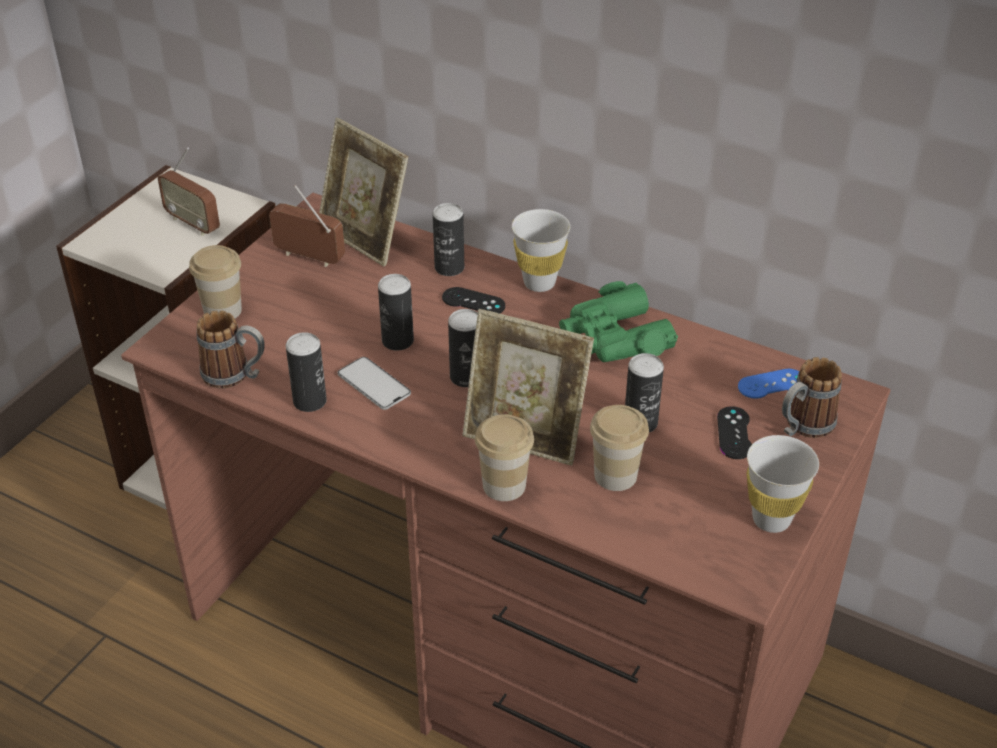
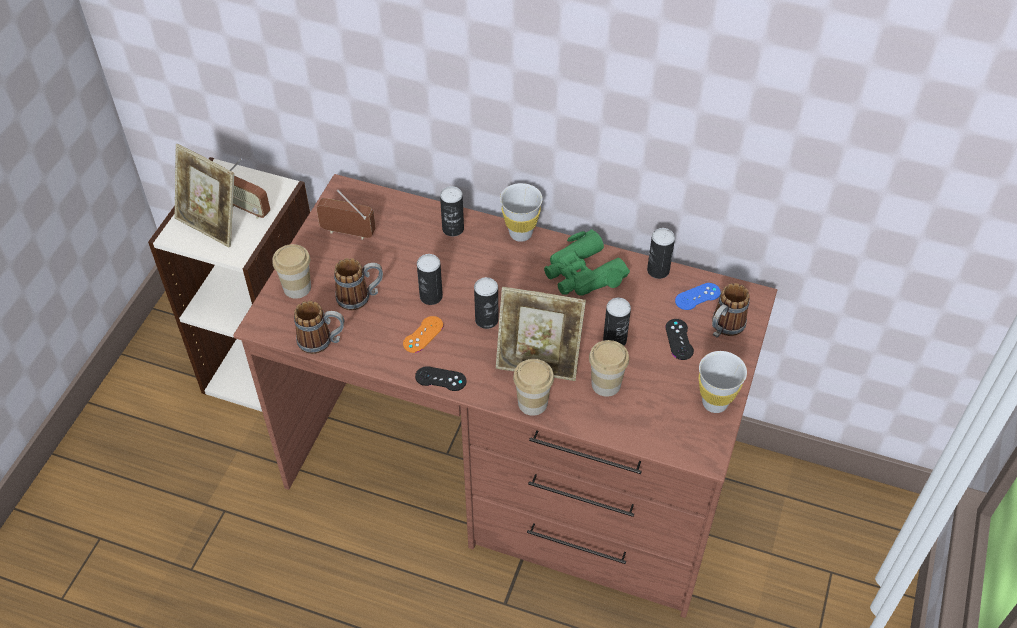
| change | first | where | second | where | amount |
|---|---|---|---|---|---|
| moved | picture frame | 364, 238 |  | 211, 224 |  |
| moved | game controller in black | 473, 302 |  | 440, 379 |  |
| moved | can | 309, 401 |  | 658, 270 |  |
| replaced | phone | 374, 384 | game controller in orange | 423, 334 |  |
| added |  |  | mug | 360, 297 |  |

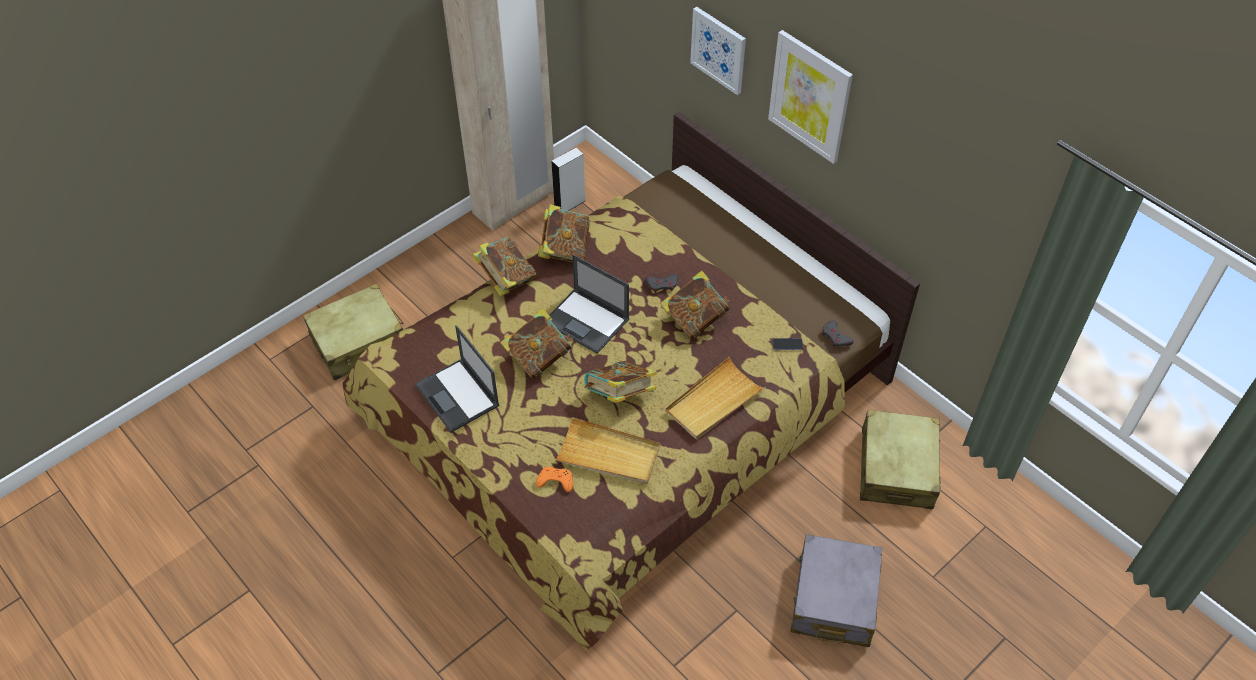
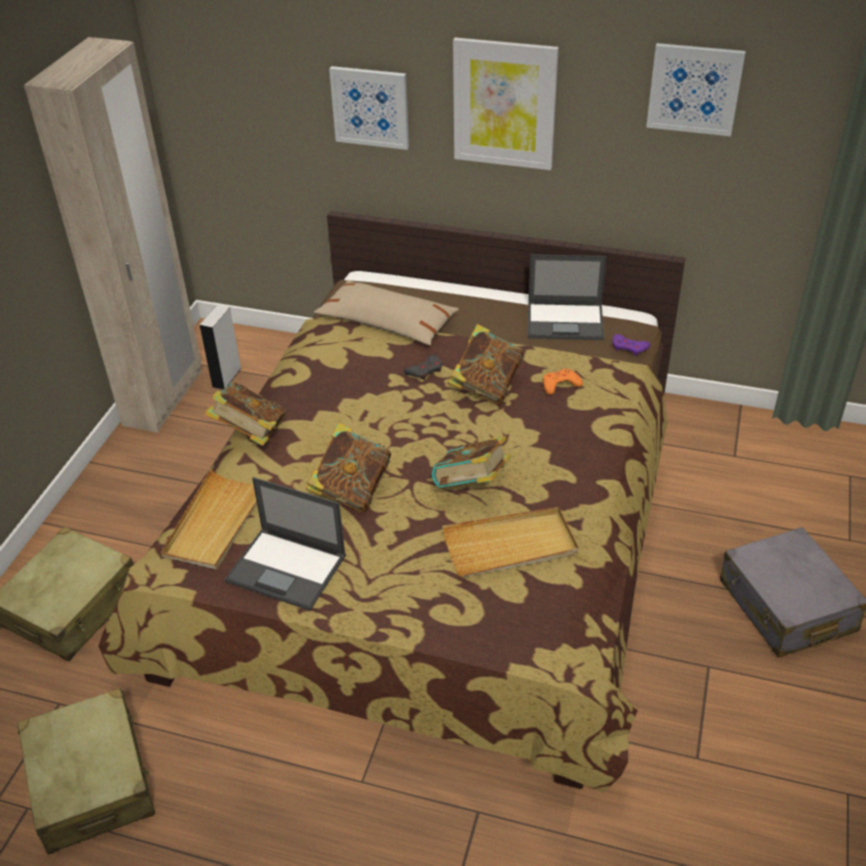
| change | first | where | second | where | amount |
|---|---|---|---|---|---|
| removed | book | 564, 249 |  |  |  |
| moved | laptop | 587, 321 |  | 566, 321 |  |
| recoloured | game controller in grey | 836, 337 | game controller in purple | 629, 348 |  |
| removed | phone | 787, 344 |  |  |  |
| moved | tray in beige | 713, 401 |  | 216, 522 |  |
| moved | suitcase in beige | 896, 468 |  | 92, 781 |  |
| moved | game controller in orange | 555, 481 |  | 560, 384 |  |
| added |  |  | picture | 694, 89 |  |
| added |  |  | pillow in beige | 387, 323 |  |

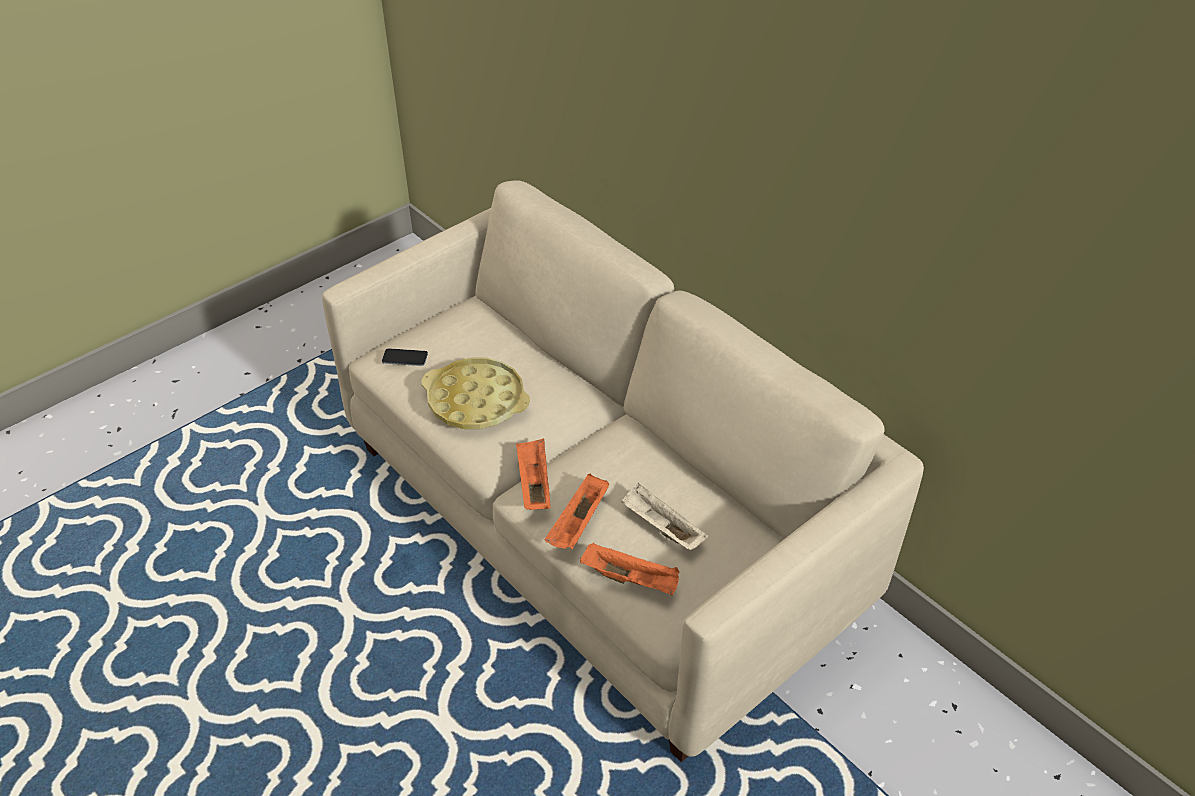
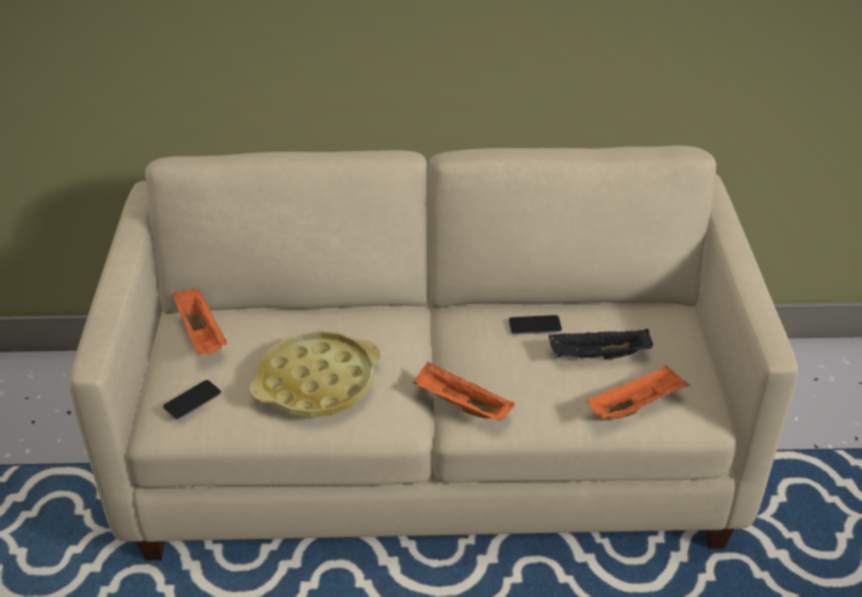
| change | first | where | second | where | amount |
|---|---|---|---|---|---|
| moved | tray in orange | 578, 524 |  | 202, 334 |  |
| recoloured | tray in beige | 661, 528 | tray in black | 598, 356 |  |
| added |  |  | phone | 535, 325 |  |

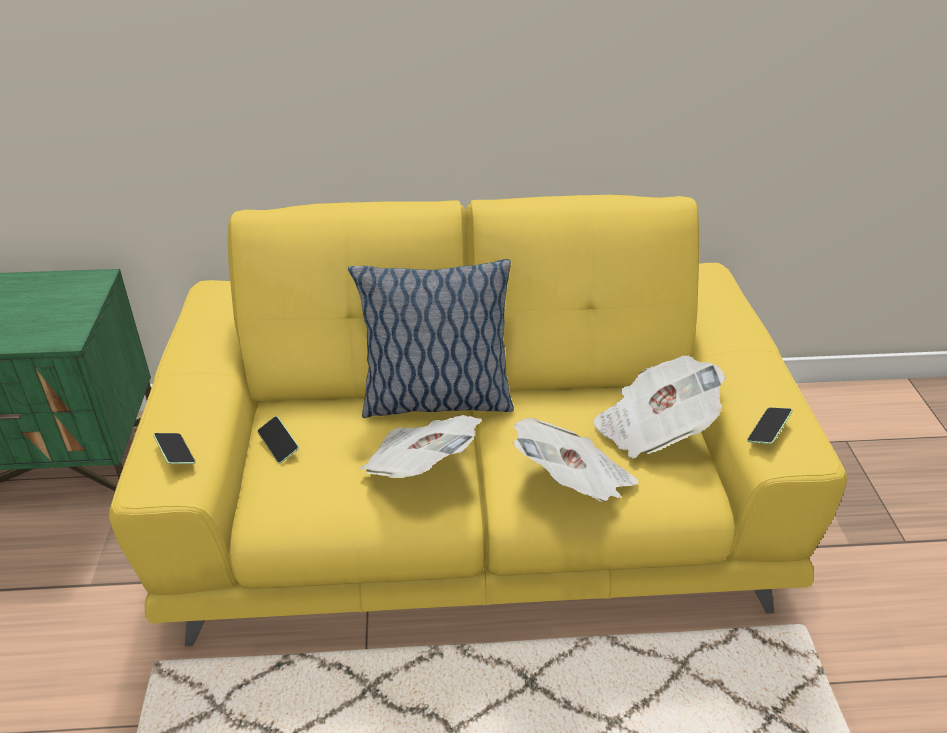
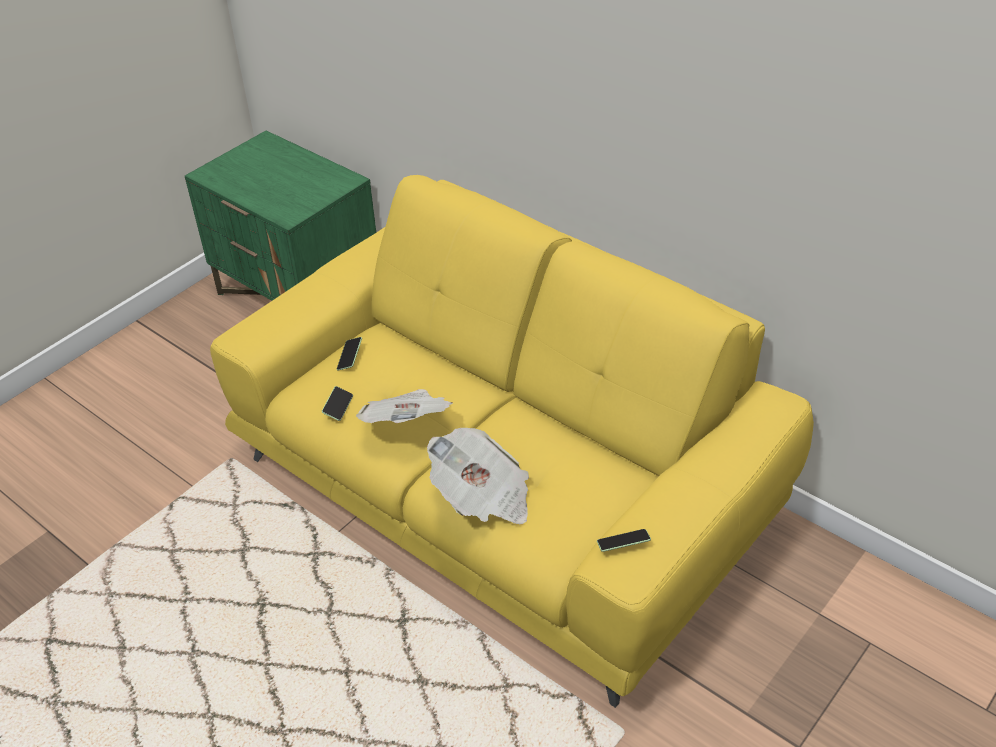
| change | first | where | second | where | amount |
|---|---|---|---|---|---|
| removed | pillow | 435, 400 |  |  |  |
| removed | newspaper | 653, 429 |  |  |  |
| moved | phone | 175, 454 |  | 338, 408 |  |

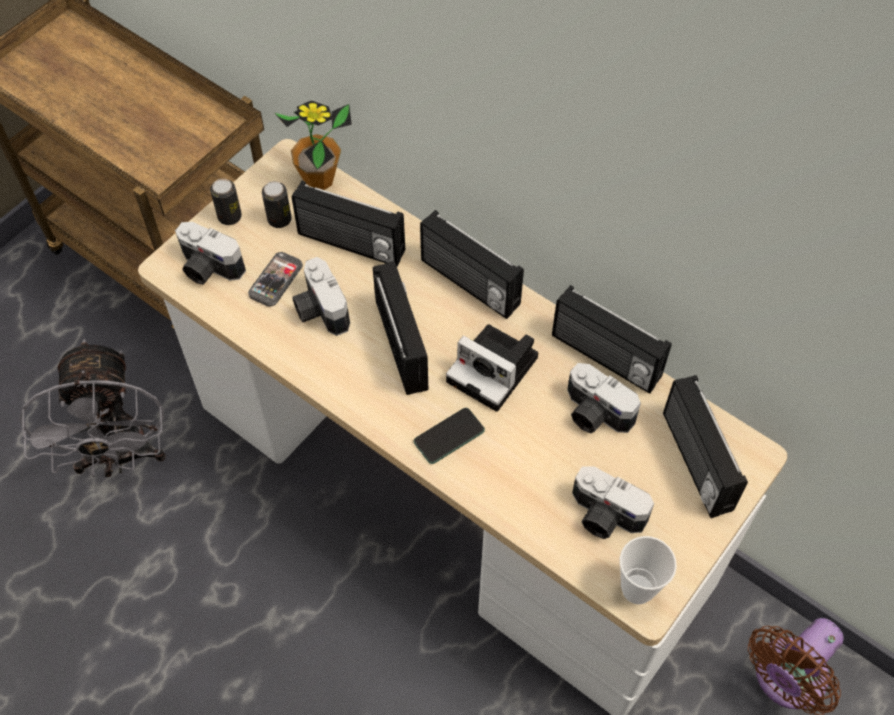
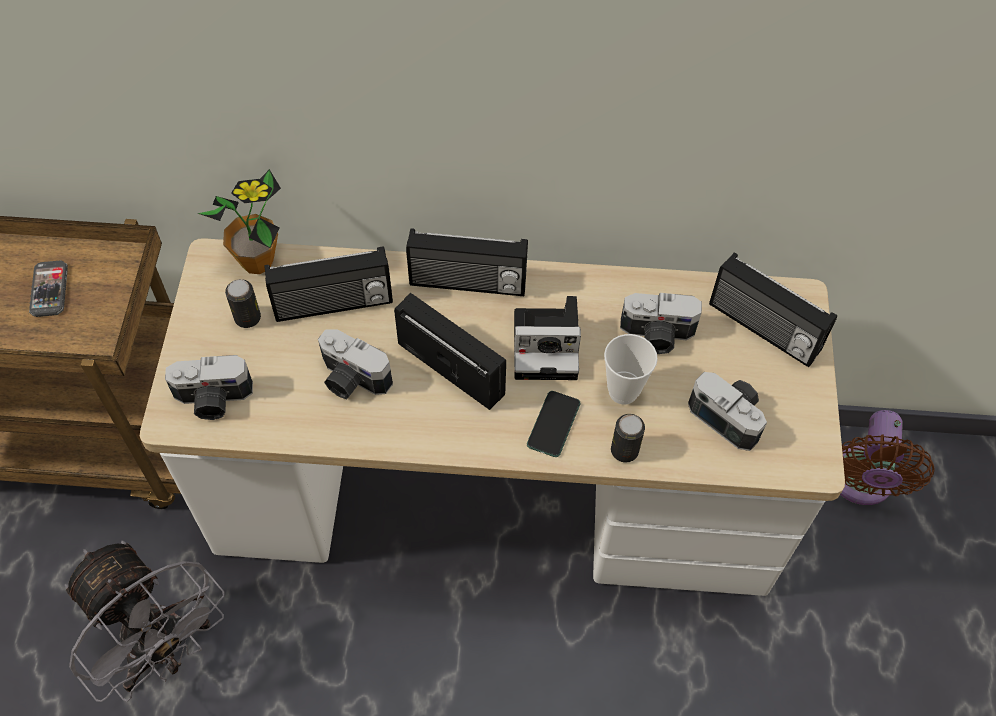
| change | first | where | second | where | amount |
|---|---|---|---|---|---|
| moved | can | 229, 216 |  | 624, 450 |  |
| moved | phone | 276, 280 |  | 49, 290 |  |
| removed | radio | 604, 358 |  |  |  |
| turned | photo camera | 604, 516 |  | 729, 415 | 135 degrees counterclockwise |
| moved | cup | 637, 589 |  | 623, 391 |  |

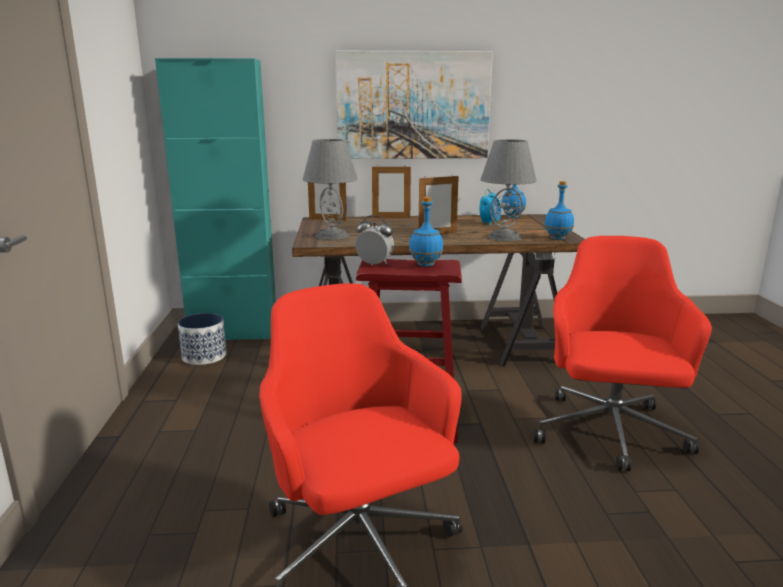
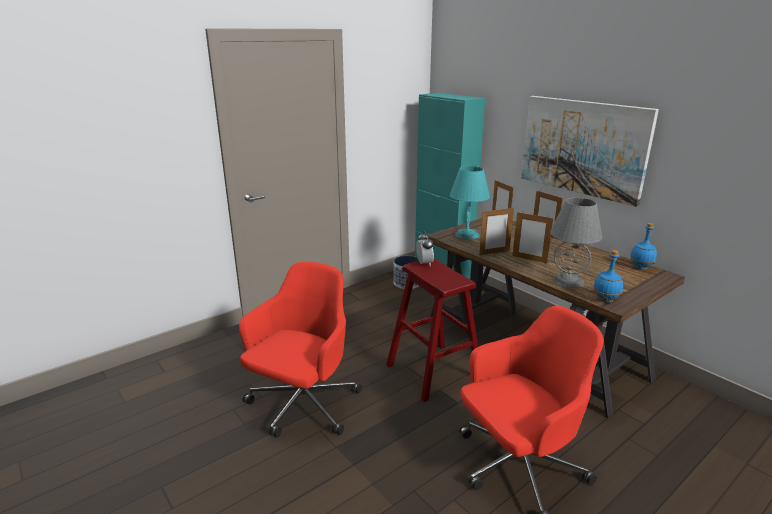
| change | first | where | second | where | amount |
|---|---|---|---|---|---|
| recoloured | table lamp in grey | 331, 235 | table lamp in turquoise | 466, 234 |  |
| removed | alarm clock | 489, 223 |  |  |  |
| removed | bottle in blue | 425, 265 |  |  |  |
| added |  |  | picture frame | 494, 252 |  |

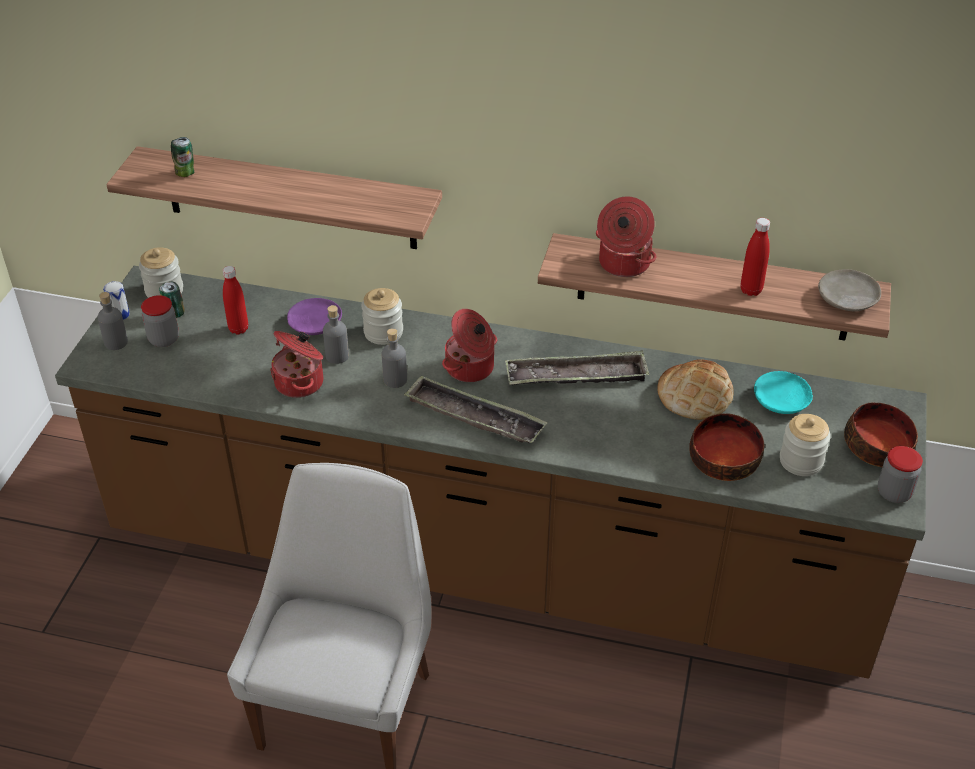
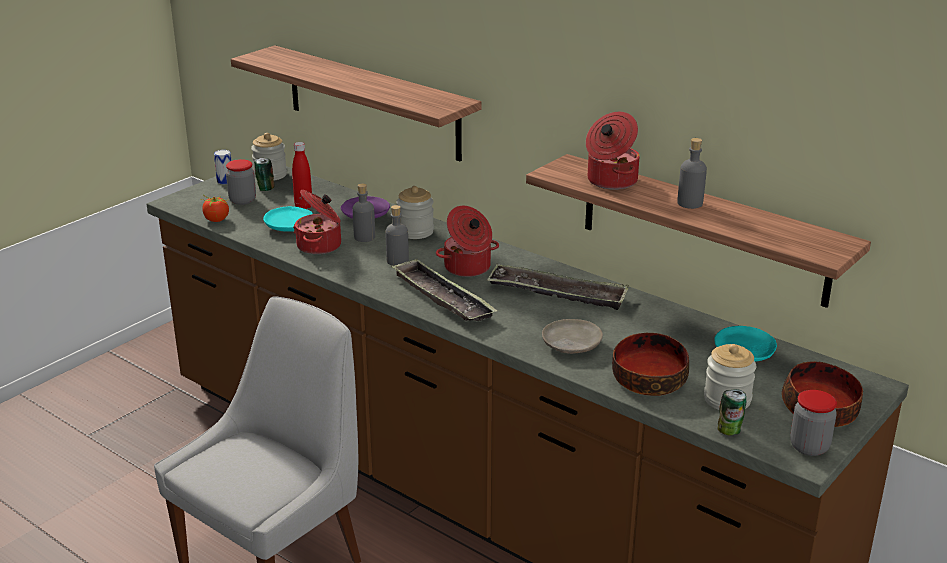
| change | first | where | second | where | amount |
|---|---|---|---|---|---|
| moved | can | 186, 173 |  | 729, 431 |  |
| removed | bottle in red | 751, 290 |  |  |  |
| moved | plate in beige | 846, 299 |  | 571, 345 |  |
| moved | bottle in grey | 116, 342 |  | 690, 203 |  |
| removed | bread | 694, 395 |  |  |  |
| added |  |  | tomato | 216, 220 |  |
| added |  |  | plate in turquoise | 290, 226 |  |

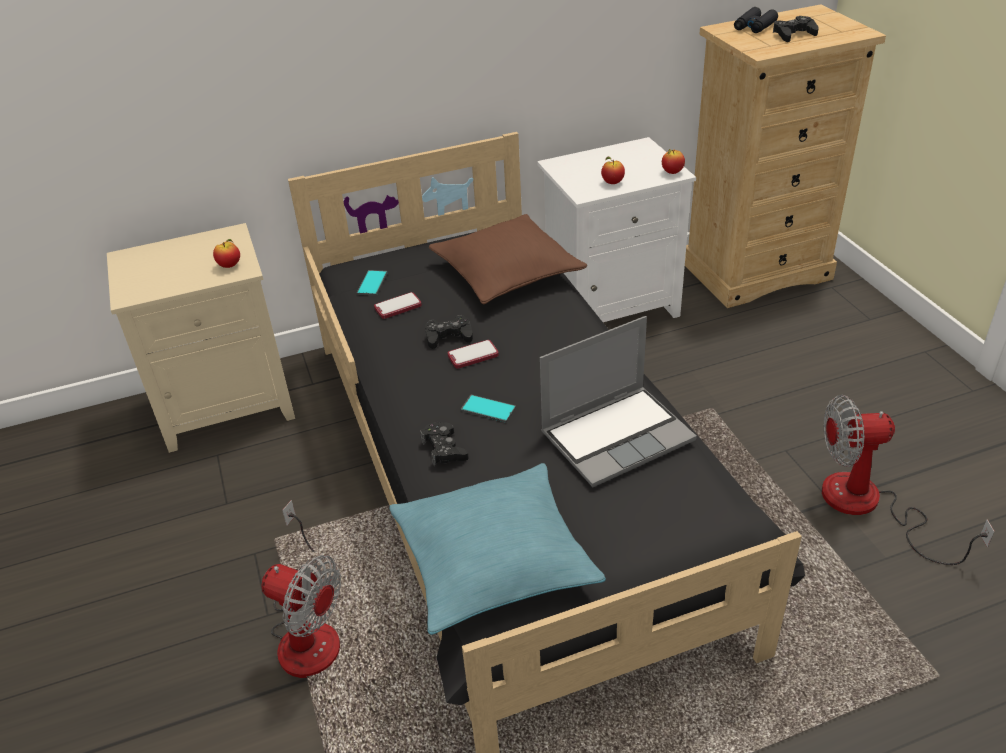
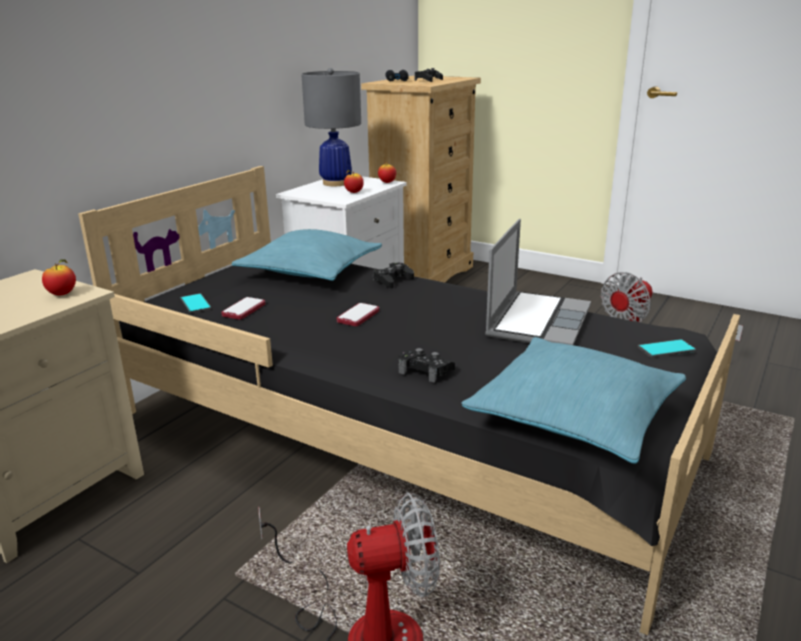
| change | first | where | second | where | amount |
|---|---|---|---|---|---|
| recoloured | pillow in brown | 507, 272 | pillow in turquoise | 310, 270 |  |
| moved | game controller in black | 449, 336 |  | 392, 280 |  |
| moved | phone | 488, 409 |  | 666, 349 |  |
| added |  |  | table lamp in grey | 336, 183 |  |

